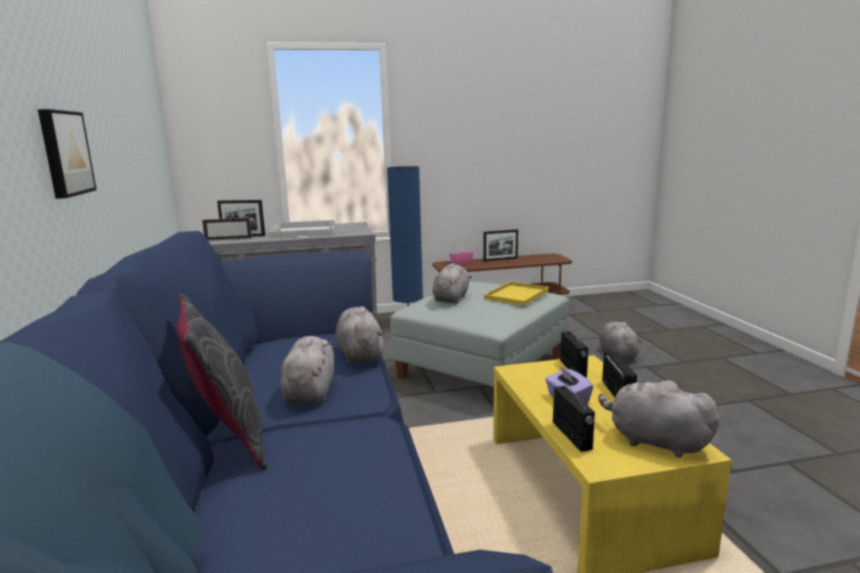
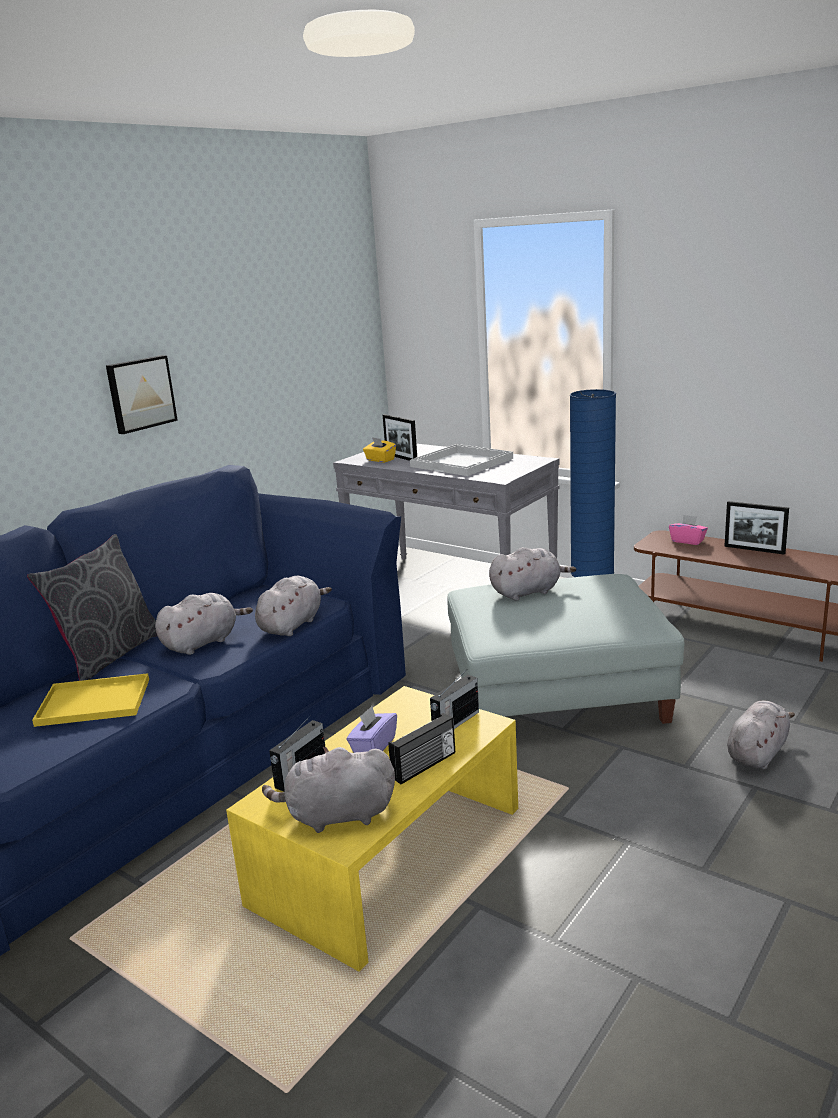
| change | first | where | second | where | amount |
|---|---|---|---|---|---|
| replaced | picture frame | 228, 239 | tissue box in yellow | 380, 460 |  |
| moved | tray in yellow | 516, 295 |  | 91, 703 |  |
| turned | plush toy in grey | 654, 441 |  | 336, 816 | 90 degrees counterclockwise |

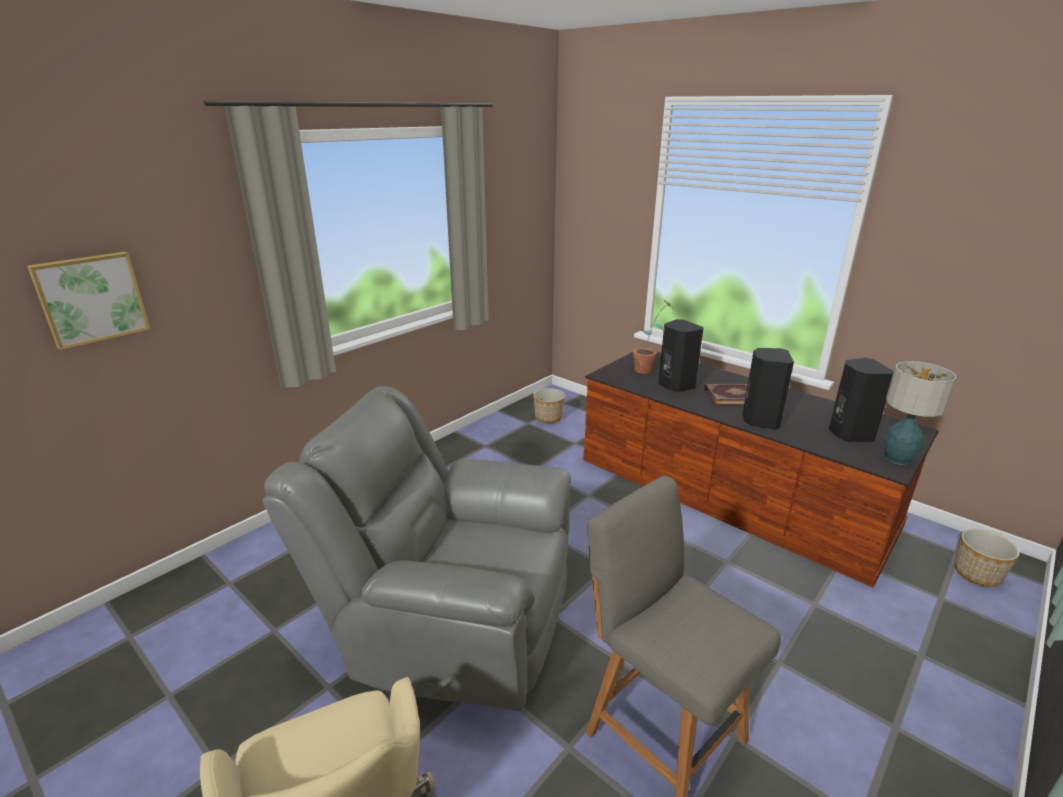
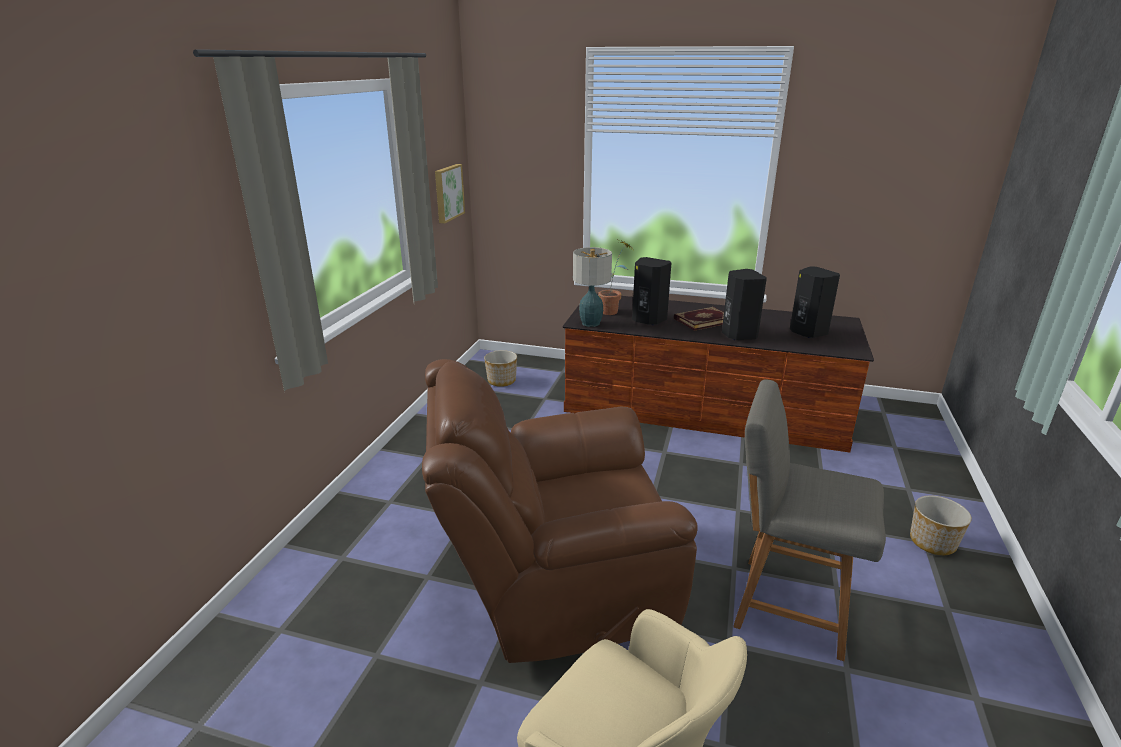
| change | first | where | second | where | amount |
|---|---|---|---|---|---|
| moved | picture | 91, 298 |  | 447, 193 |  |
| moved | table lamp | 897, 458 |  | 591, 323 |  |
| recoloured | armchair in grey | 451, 624 | armchair in brown | 554, 586 |  |
| moved | planter | 976, 574 |  | 932, 542 |  |

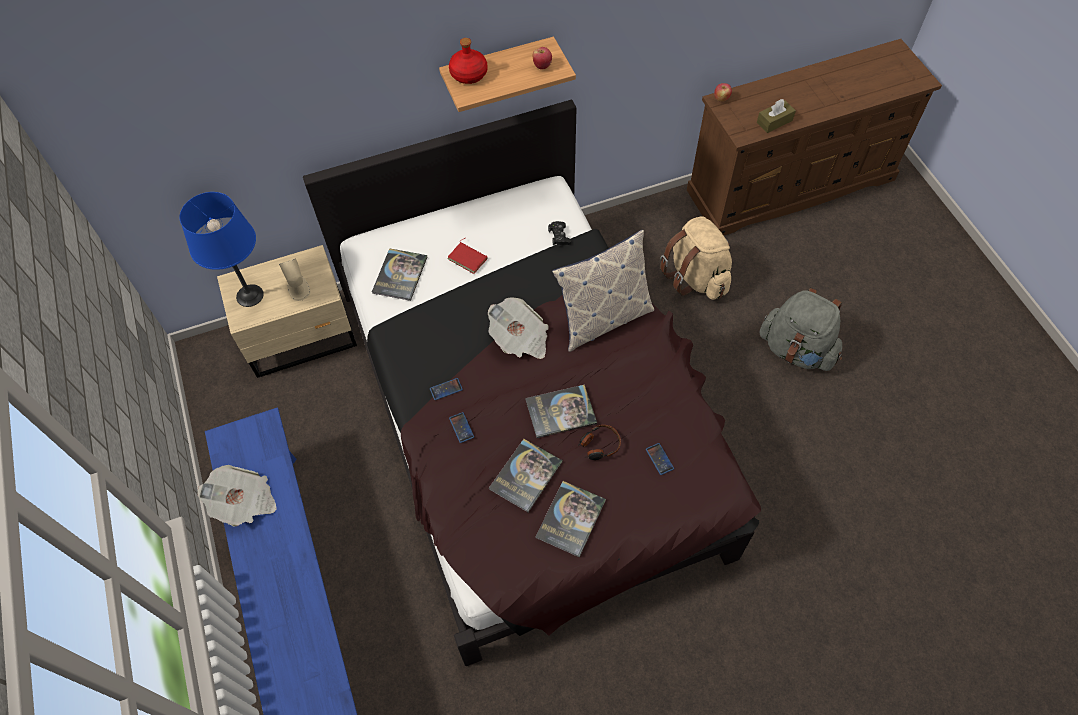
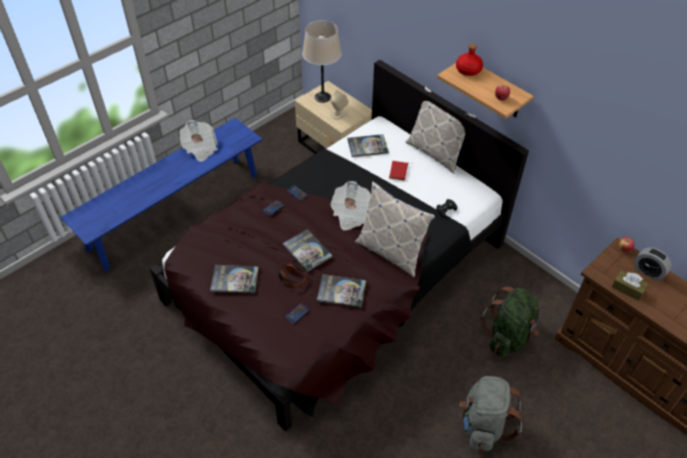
| change | first | where | second | where | amount |
|---|---|---|---|---|---|
| recoloured | table lamp in blue | 249, 295 | table lamp in beige | 322, 97 |  |
| recoloured | backpack in beige | 696, 277 | backpack in green | 508, 336 |  |
| moved | book | 526, 475 |  | 341, 291 |  |
| added |  |  | pillow | 436, 153 |  |
| added |  |  | alarm clock | 648, 271 |  |

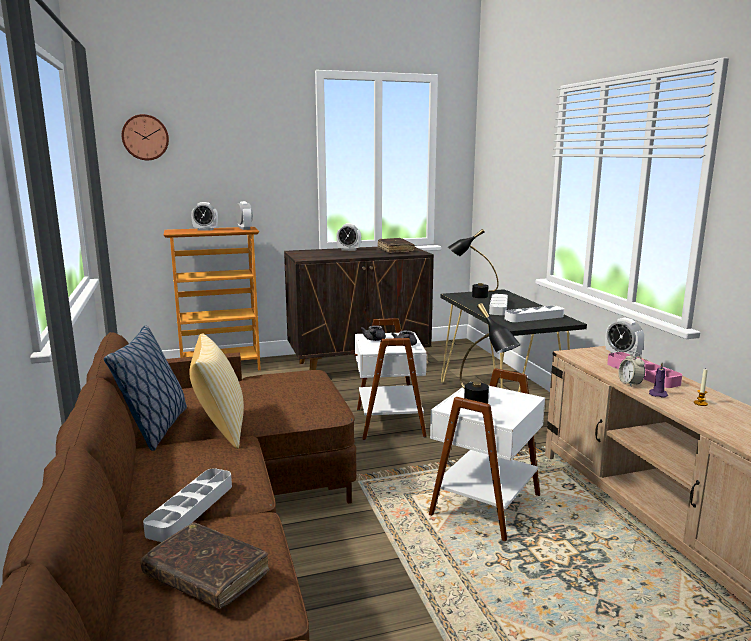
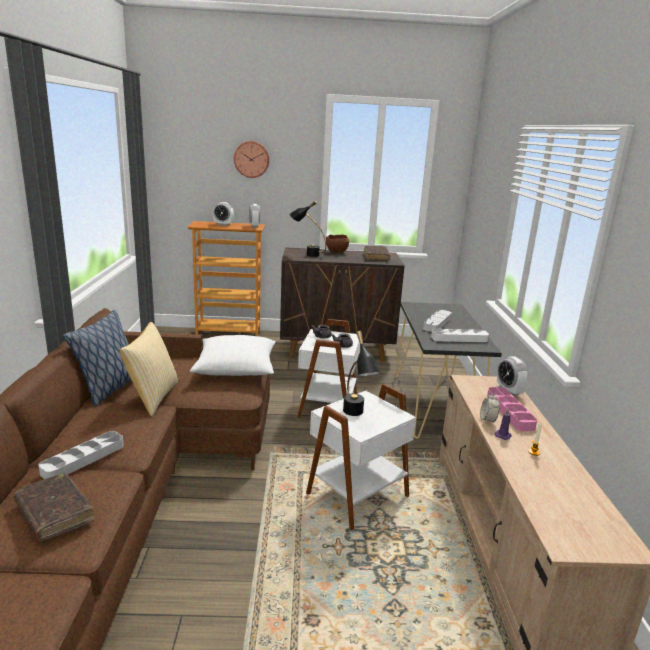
| change | first | where | second | where | amount |
|---|---|---|---|---|---|
| moved | wall clock | 145, 137 |  | 251, 159 |  |
| replaced | alarm clock | 348, 250 | bowl in brown | 337, 252 |  |
| moved | table lamp in black | 471, 296 |  | 307, 254 |  |
| added |  |  | pillow in white | 235, 369 |  |

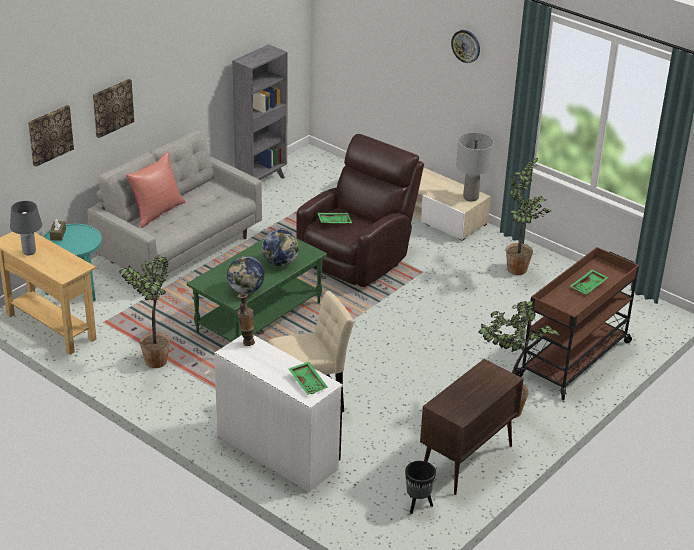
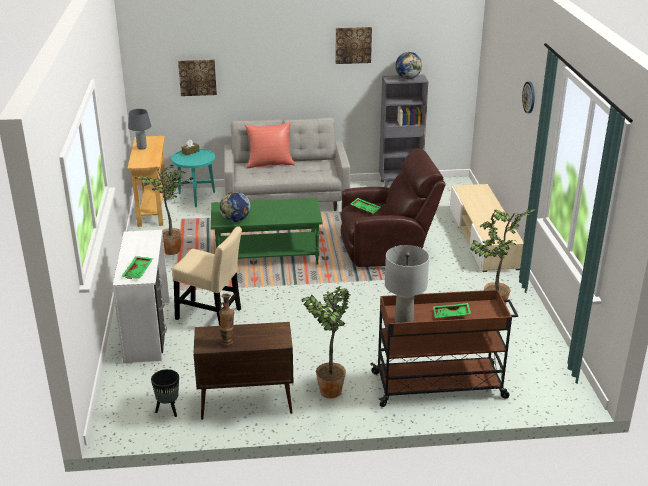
| change | first | where | second | where | amount |
|---|---|---|---|---|---|
| moved | picture | 112, 107 |  | 353, 45 |  |
| moved | table lamp in grey | 470, 197 |  | 403, 321 |  |
| moved | globe | 280, 262 |  | 408, 78 |  |
| moved | vase | 246, 341 |  | 228, 341 |  |

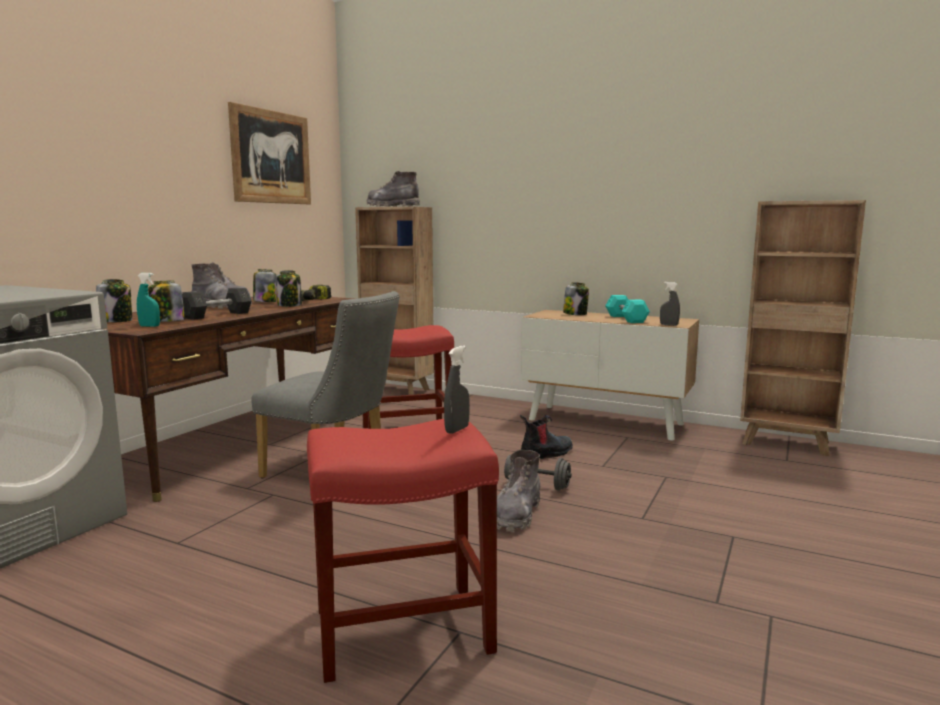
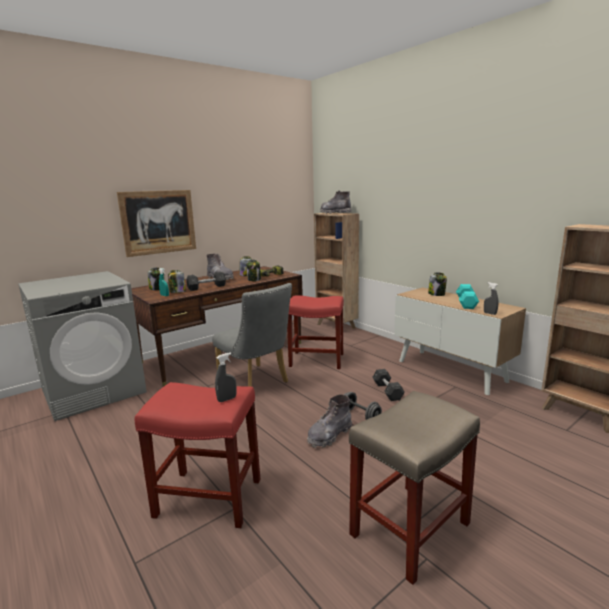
| change | first | where | second | where | amount |
|---|---|---|---|---|---|
| moved | picture | 271, 157 |  | 158, 222 |  |
| replaced | boot | 546, 454 | dumbbell in grey | 387, 391 |  |
| added |  |  | stool in beige | 409, 530 |  |

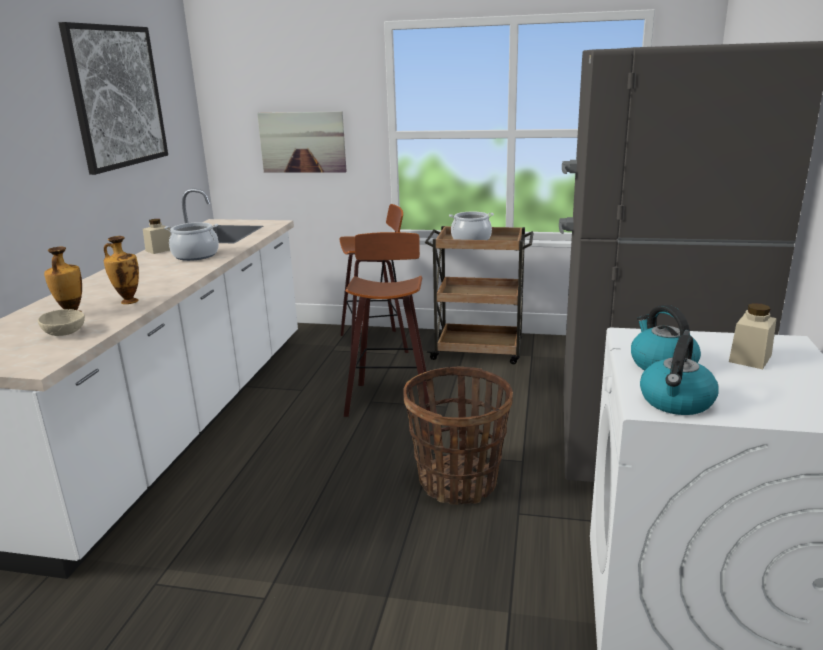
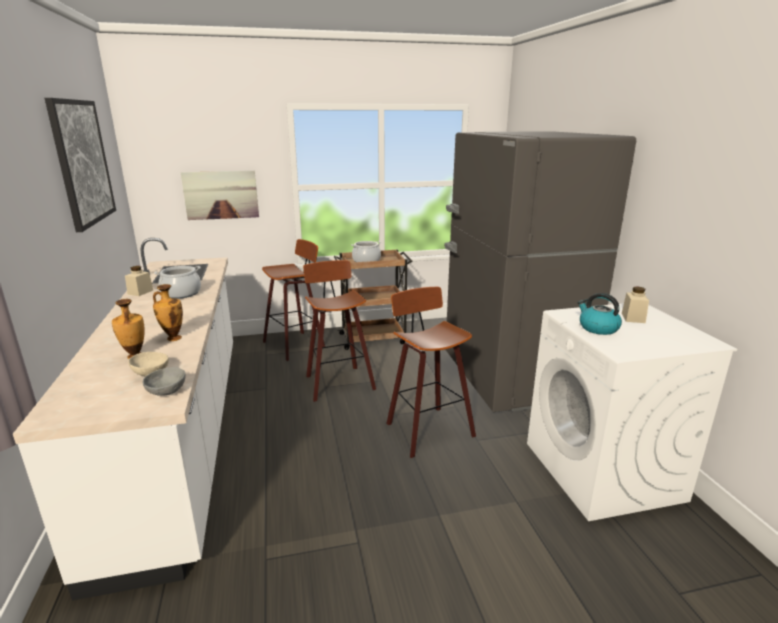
| change | first | where | second | where | amount |
|---|---|---|---|---|---|
| removed | kettle | 676, 402 |  |  |  |
| replaced | basket | 458, 482 | stool | 426, 429 |  |
| added |  |  | bowl in grey | 166, 391 |  |

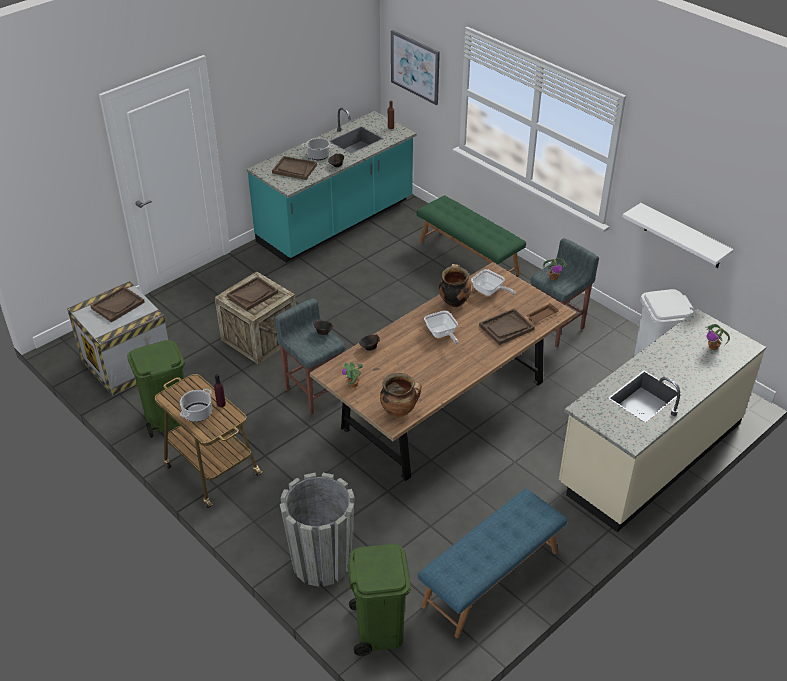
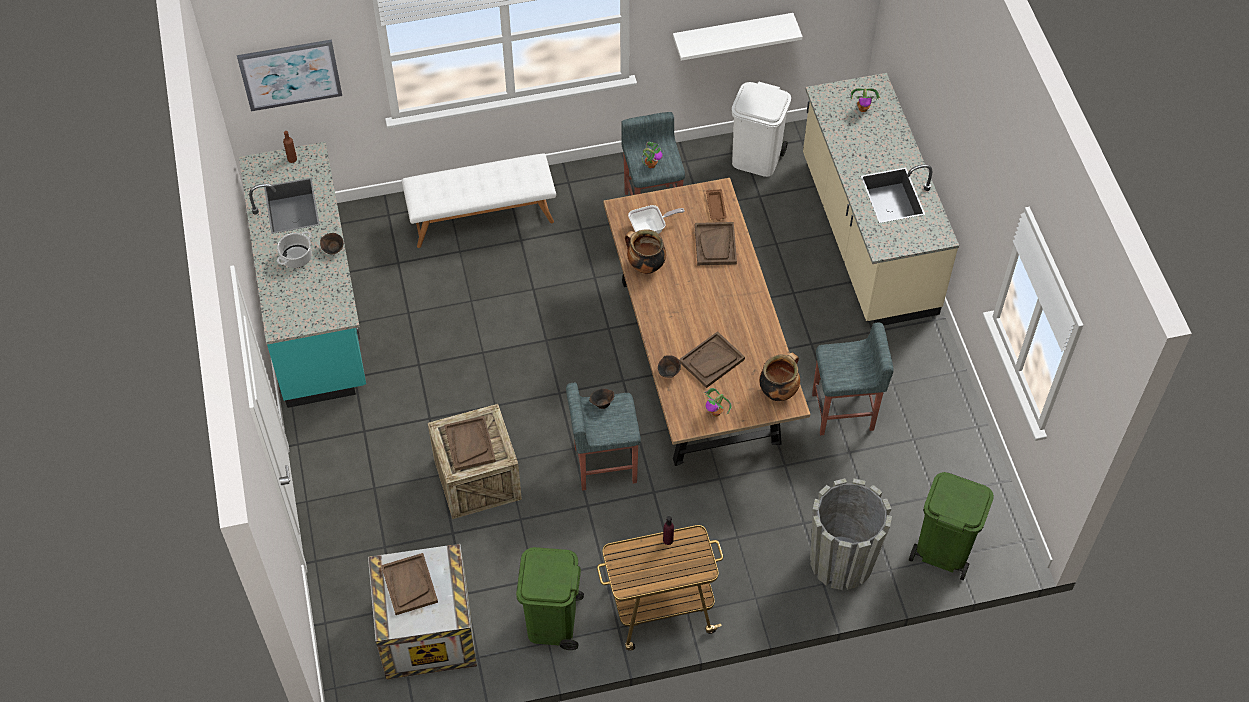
| change | first | where | second | where | amount |
|---|---|---|---|---|---|
| moved | tray in brown | 294, 169 |  | 711, 361 |  |
| recoloured | bench in green | 469, 257 | bench in white | 481, 216 |  |
| removed | frying pan | 441, 334 |  |  |  |
| removed | cooking pot | 197, 413 |  |  |  |
| removed | bench in blue | 491, 579 |  |  |  |
| added |  |  | stool in grey | 844, 412 |  |

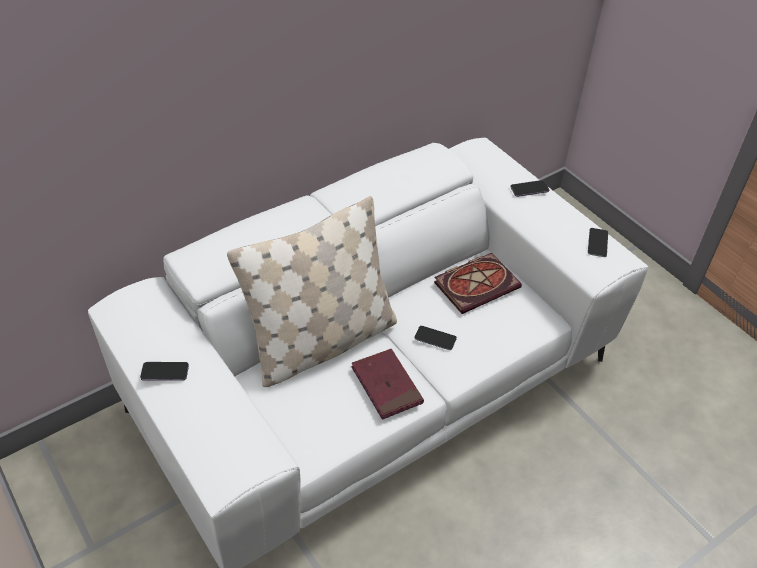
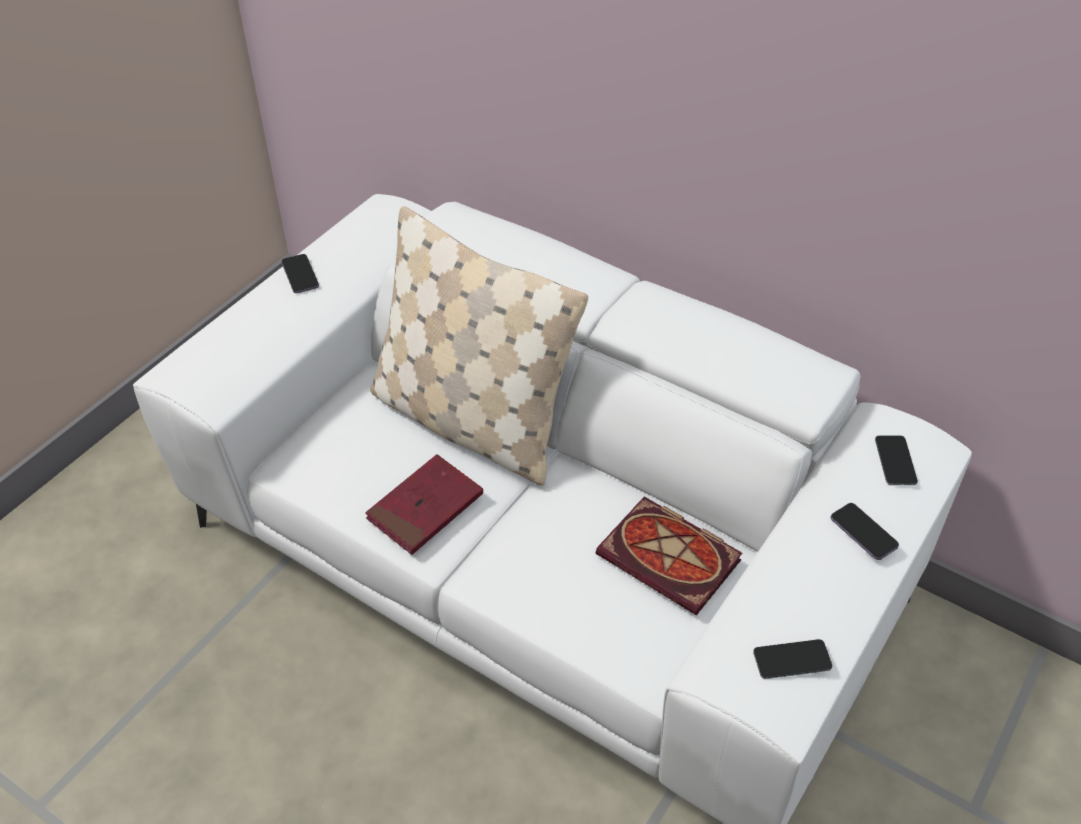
| change | first | where | second | where | amount |
|---|---|---|---|---|---|
| moved | phone | 435, 338 |  | 895, 461 |  |

